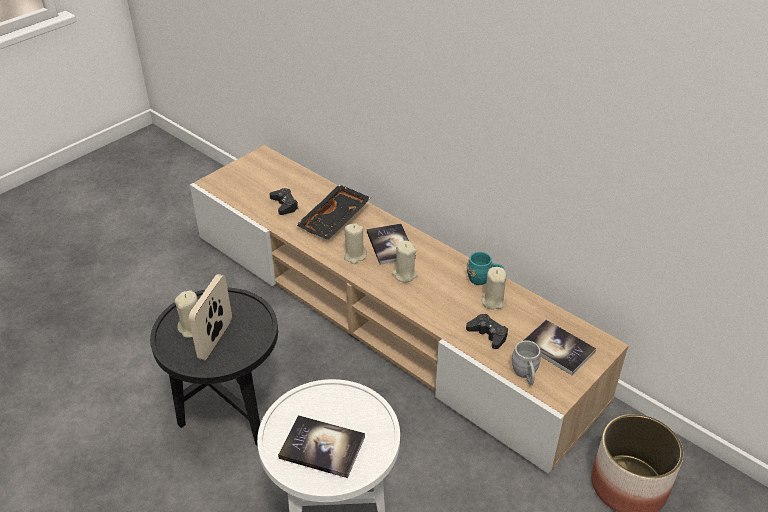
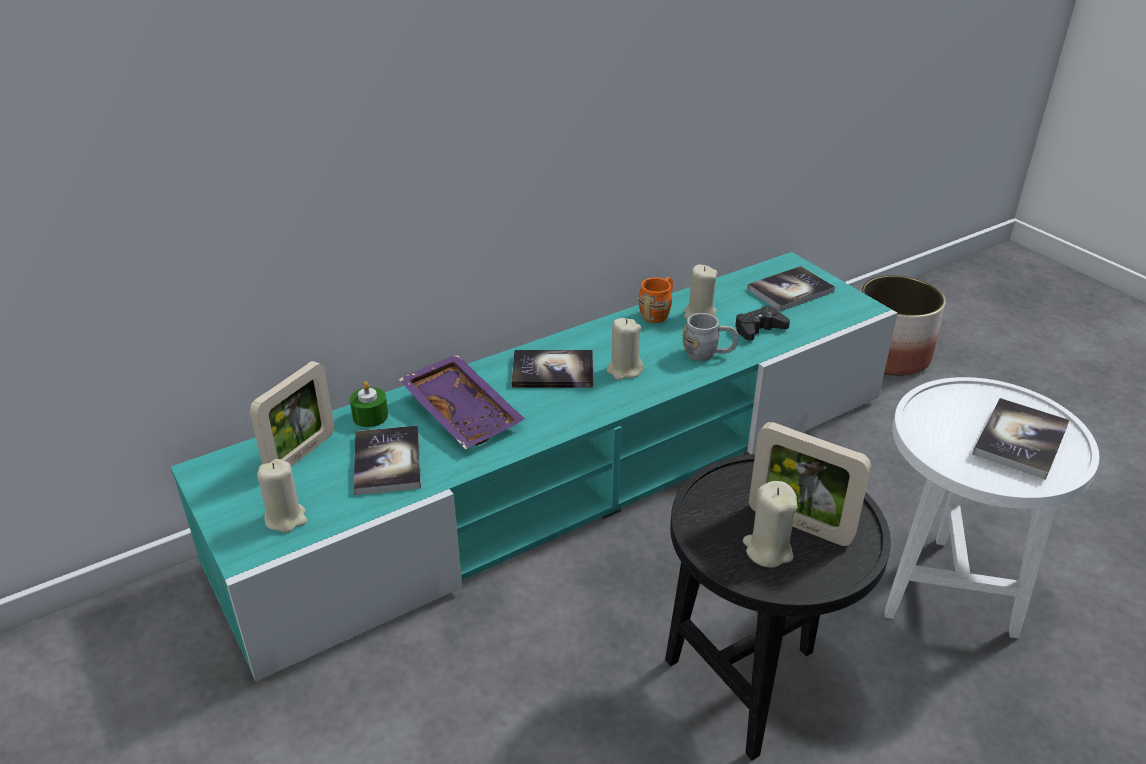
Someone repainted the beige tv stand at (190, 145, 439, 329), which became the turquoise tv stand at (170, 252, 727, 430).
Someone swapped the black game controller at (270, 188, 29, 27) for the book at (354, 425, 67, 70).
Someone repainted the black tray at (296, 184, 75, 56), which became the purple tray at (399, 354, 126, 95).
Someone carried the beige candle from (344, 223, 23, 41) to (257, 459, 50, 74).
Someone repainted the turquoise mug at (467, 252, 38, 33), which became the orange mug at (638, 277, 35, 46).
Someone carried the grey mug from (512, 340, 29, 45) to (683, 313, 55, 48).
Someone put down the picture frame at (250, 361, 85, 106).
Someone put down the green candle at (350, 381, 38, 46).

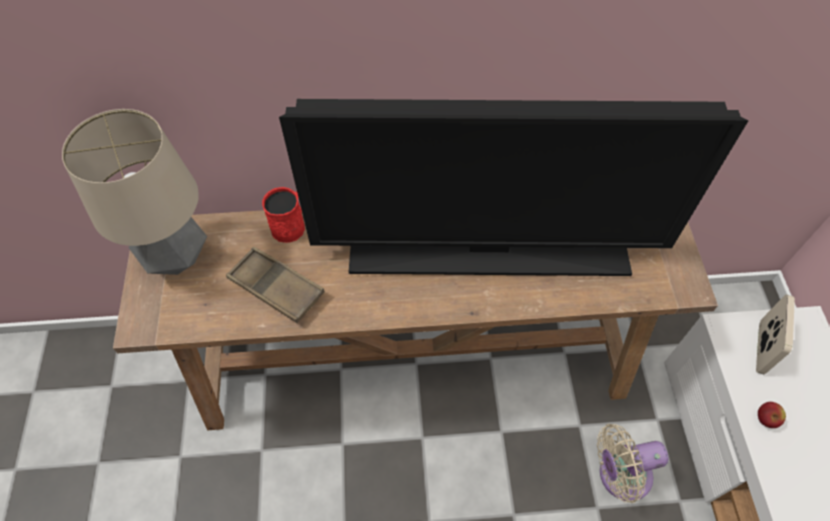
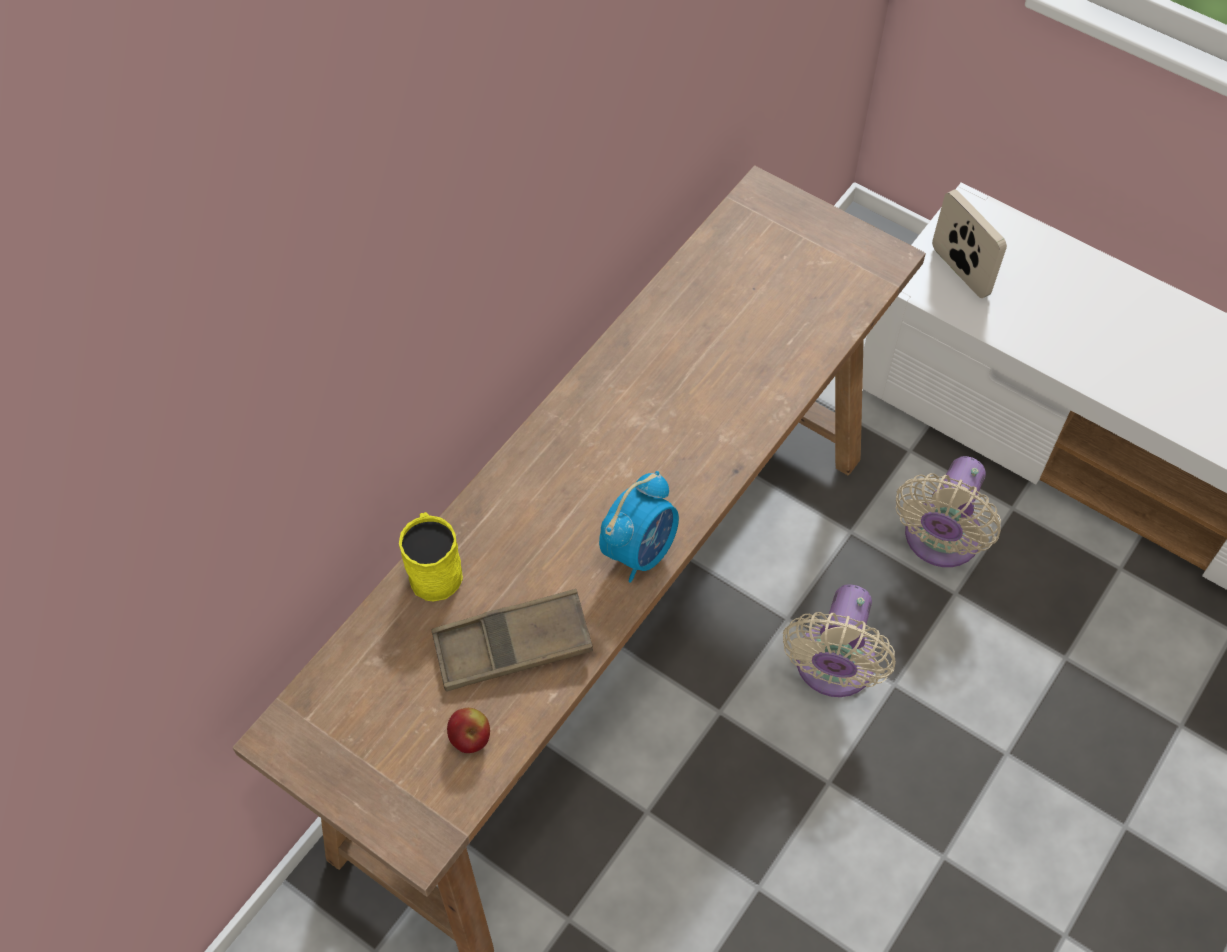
Someone took away the table lamp at (62, 109, 145, 166).
Someone repainted the red mug at (262, 187, 43, 56), which became the yellow mug at (399, 512, 64, 90).
Someone took away the television at (279, 99, 470, 177).
Someone carried the apple from (758, 402, 28, 26) to (447, 708, 43, 45).
Someone put down the alarm clock at (599, 471, 80, 112).
Someone put down the beige fan at (783, 585, 113, 112).

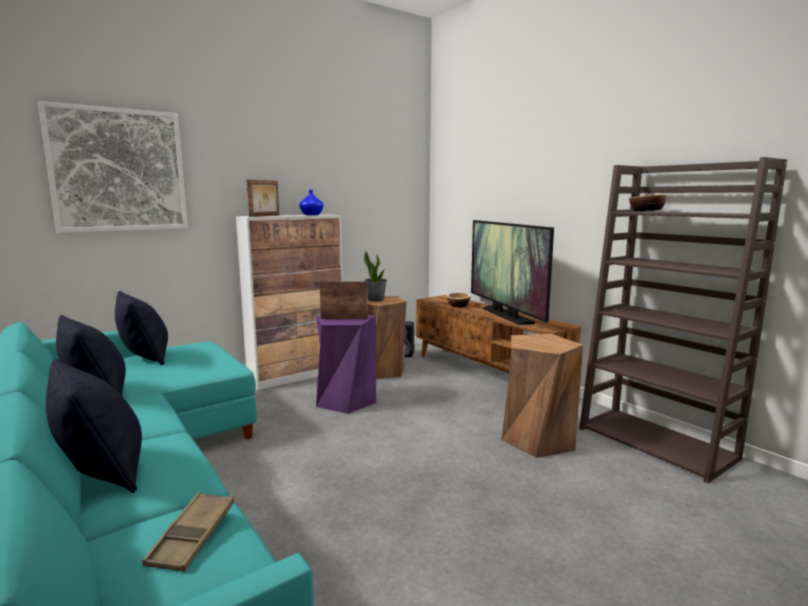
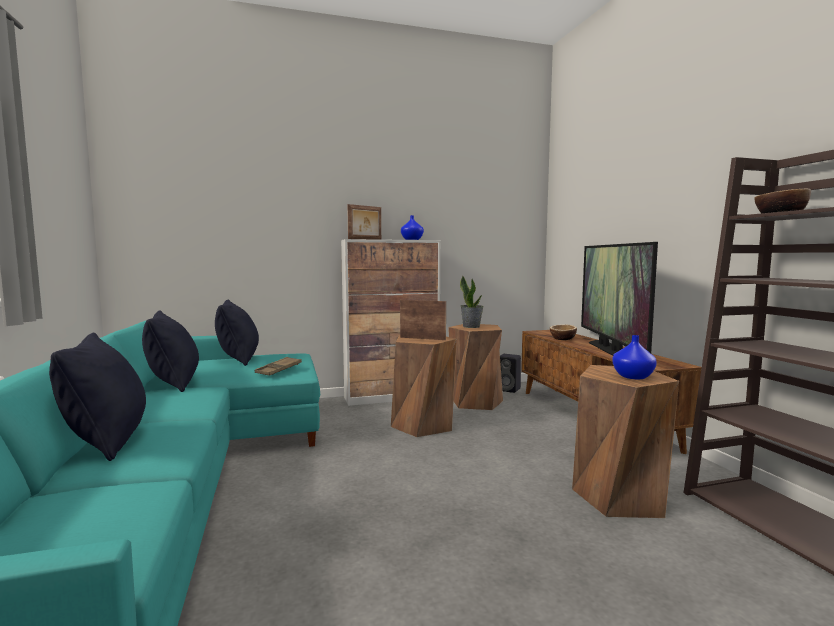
Someone took away the picture at (38, 101, 150, 132).
Someone carried the brown tray from (142, 492, 92, 80) to (255, 357, 47, 19).
Someone repainted the purple stool at (316, 315, 60, 99), which became the brown stool at (391, 335, 66, 102).
Someone put down the blue vase at (612, 335, 45, 44).

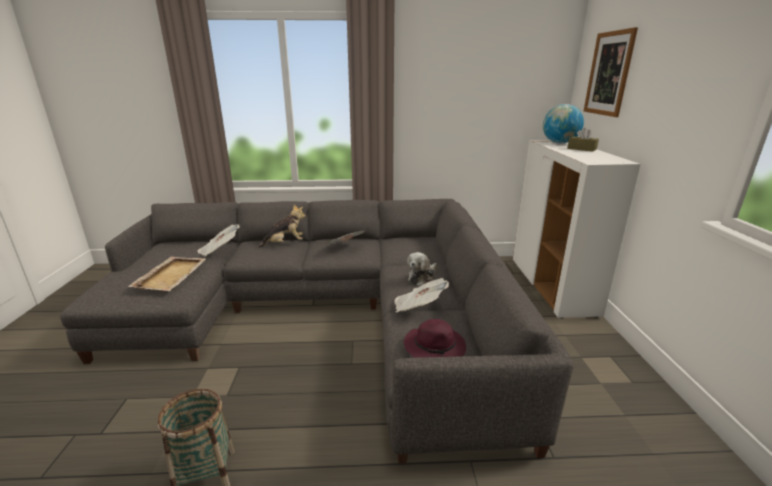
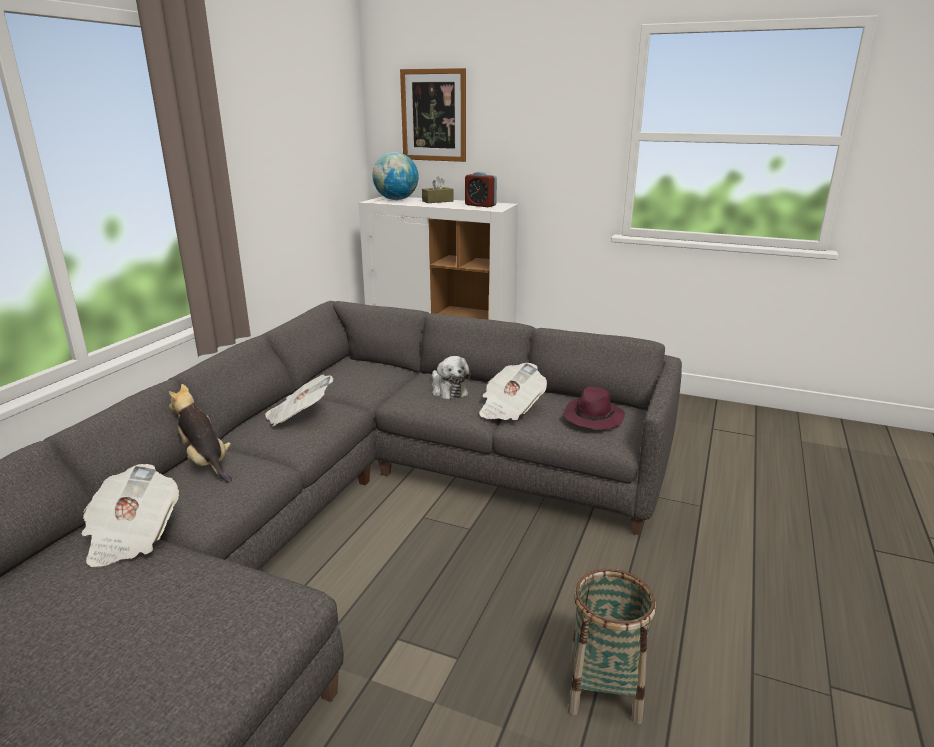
Someone took away the beige tray at (128, 256, 78, 35).
Someone rotated the plush toy at (258, 204, 47, 44) by 45 degrees counterclockwise.
Someone put down the alarm clock at (465, 172, 32, 35).

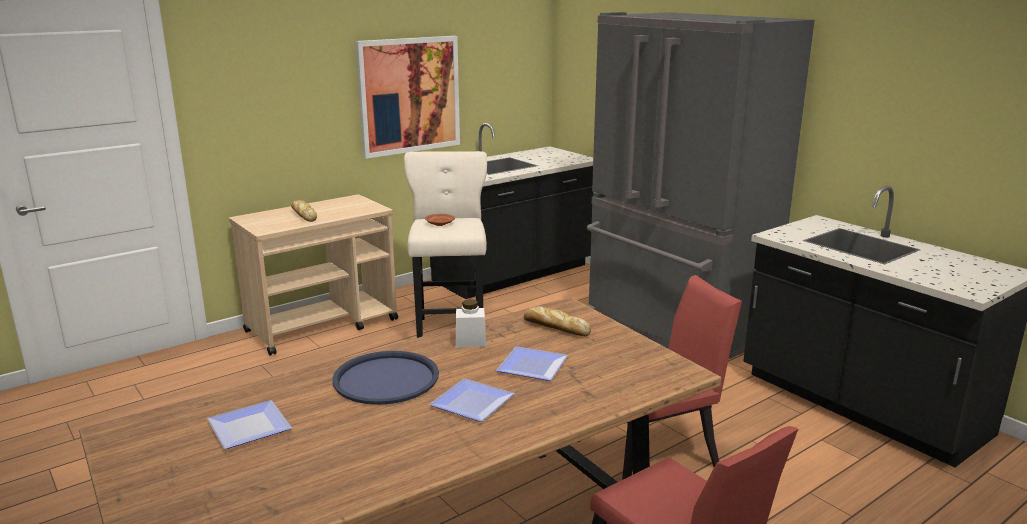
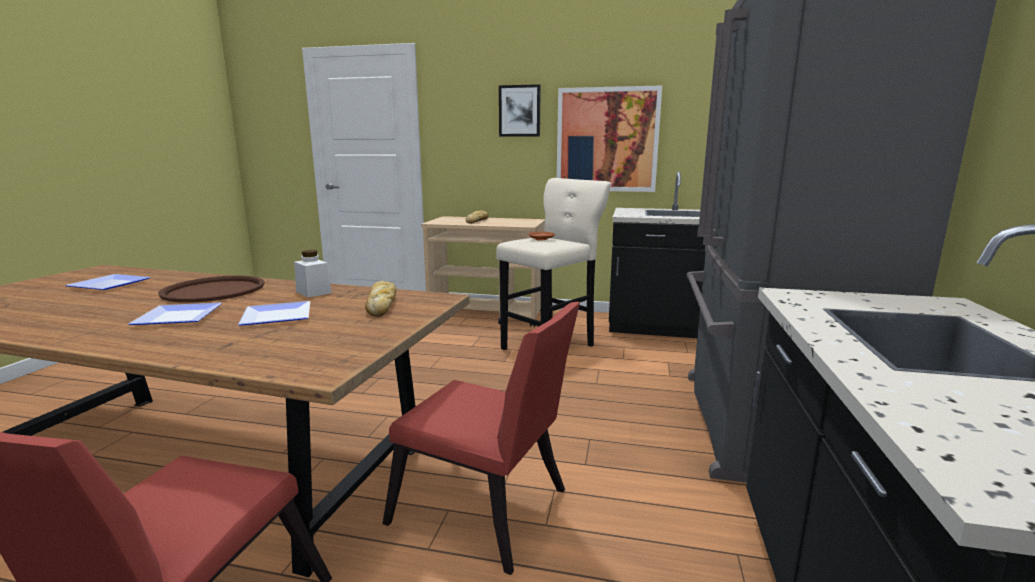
Someone repainted the blue tray at (332, 351, 107, 54), which became the brown tray at (158, 276, 107, 27).
Someone put up the picture at (499, 84, 42, 53).

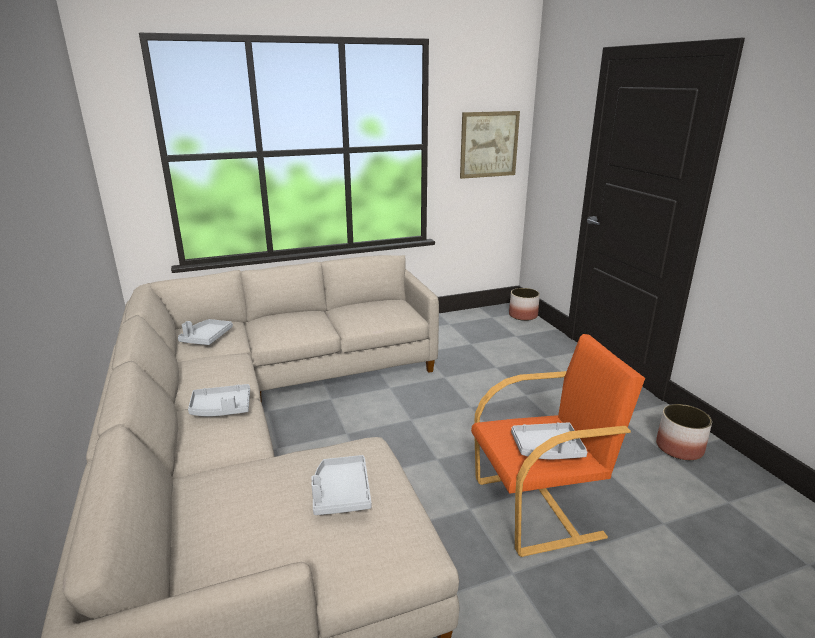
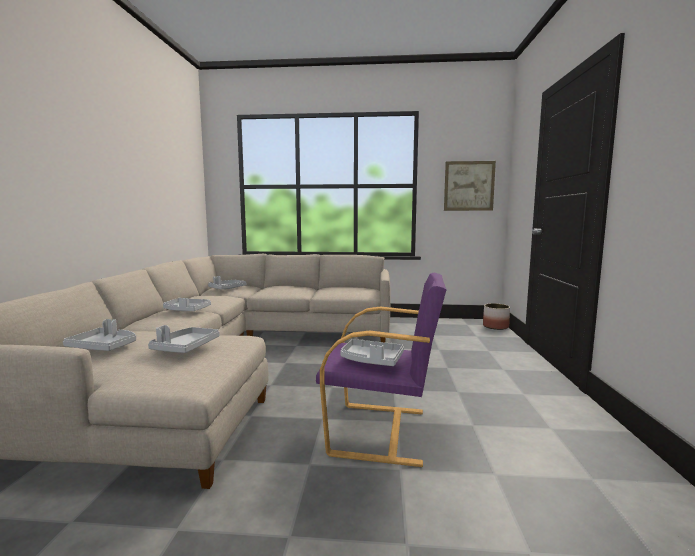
Someone repainted the orange armchair at (471, 334, 174, 223), which became the purple armchair at (316, 272, 131, 195).
Someone took away the planter at (656, 404, 56, 56).
Someone put down the grey tray at (63, 319, 73, 32).

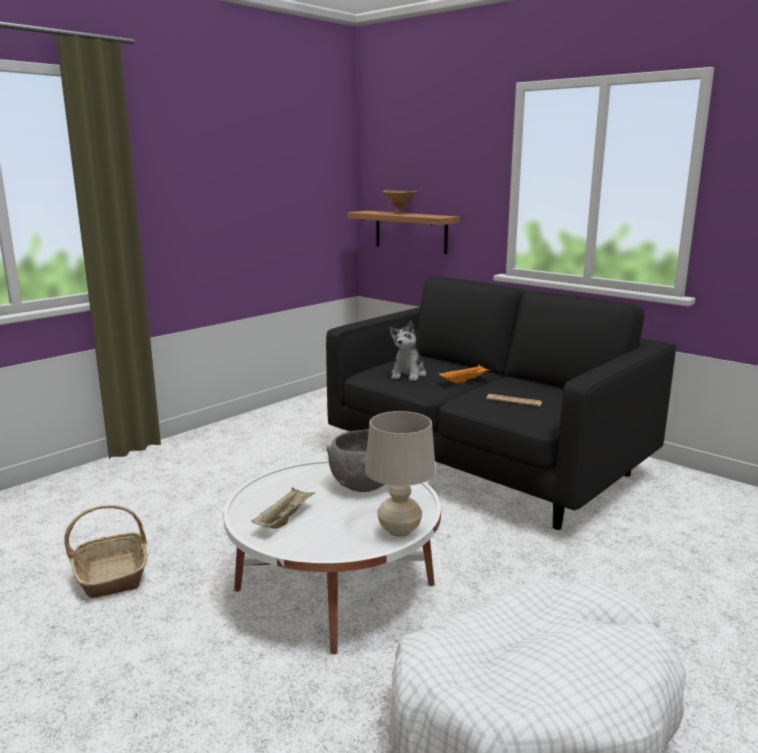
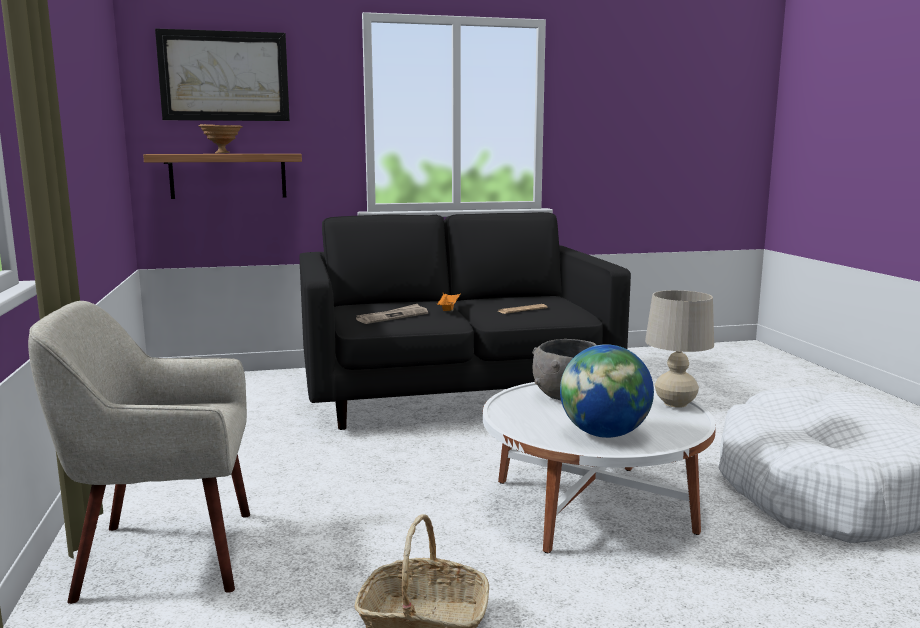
Someone swapped the beige tray at (251, 487, 64, 42) for the globe at (560, 344, 94, 94).
Someone swapped the plush toy at (390, 321, 36, 60) for the newspaper at (356, 304, 72, 20).
Someone put down the beige armchair at (28, 301, 222, 303).
Someone put up the picture at (155, 29, 135, 92).

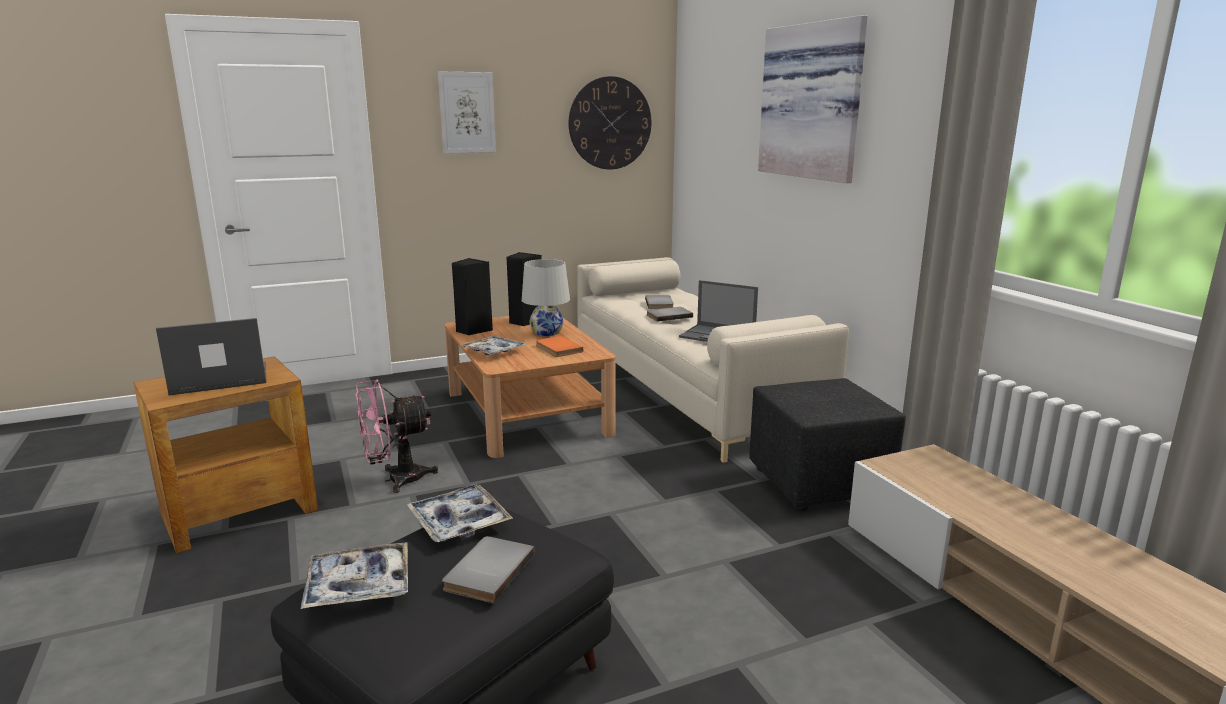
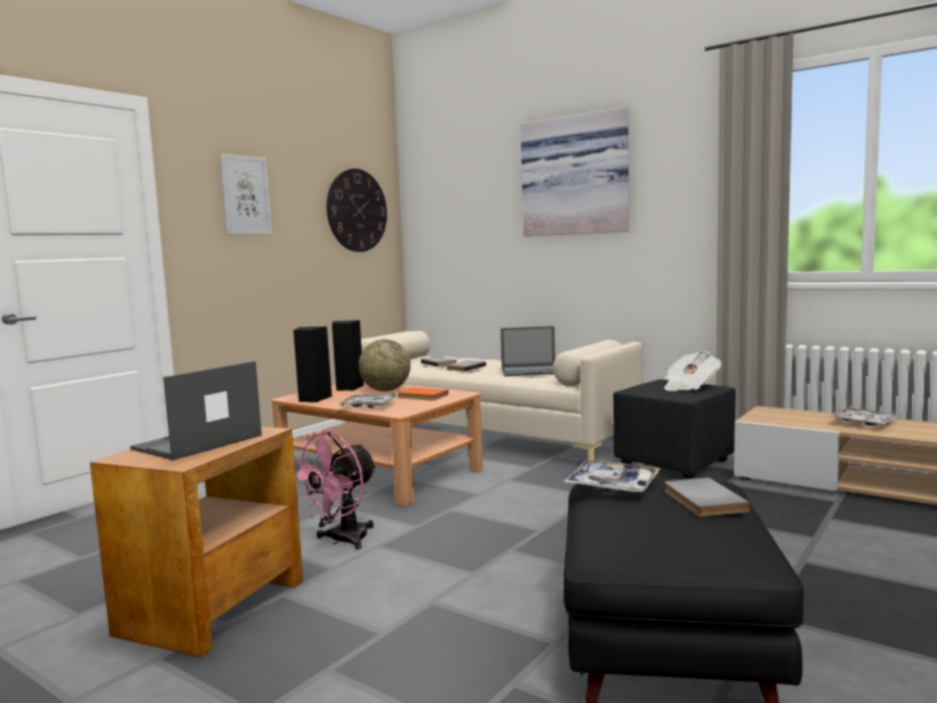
Someone carried the tray from (301, 542, 107, 67) to (831, 408, 68, 18).
Someone swapped the white table lamp at (522, 259, 48, 77) for the globe at (359, 339, 52, 52).
Someone put down the newspaper at (664, 351, 58, 40).

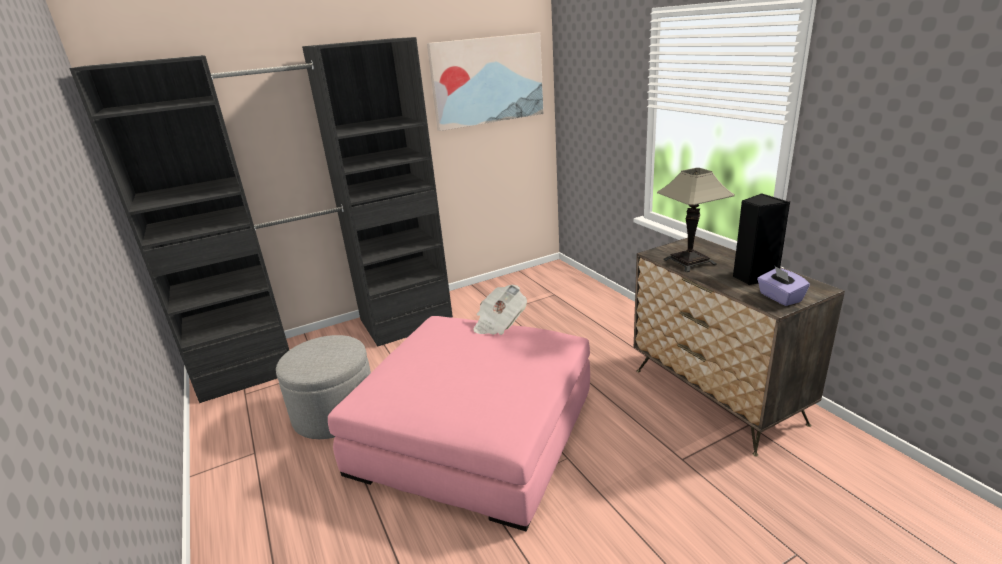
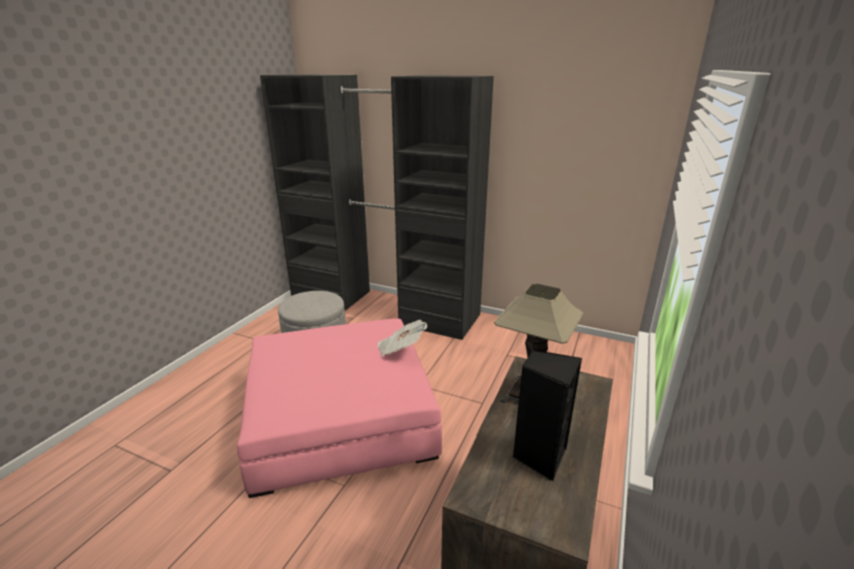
Someone took away the picture at (427, 33, 117, 98).
Someone took away the purple tissue box at (757, 266, 53, 40).

